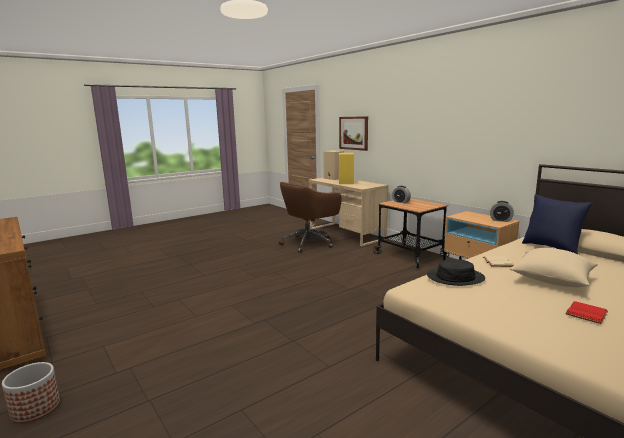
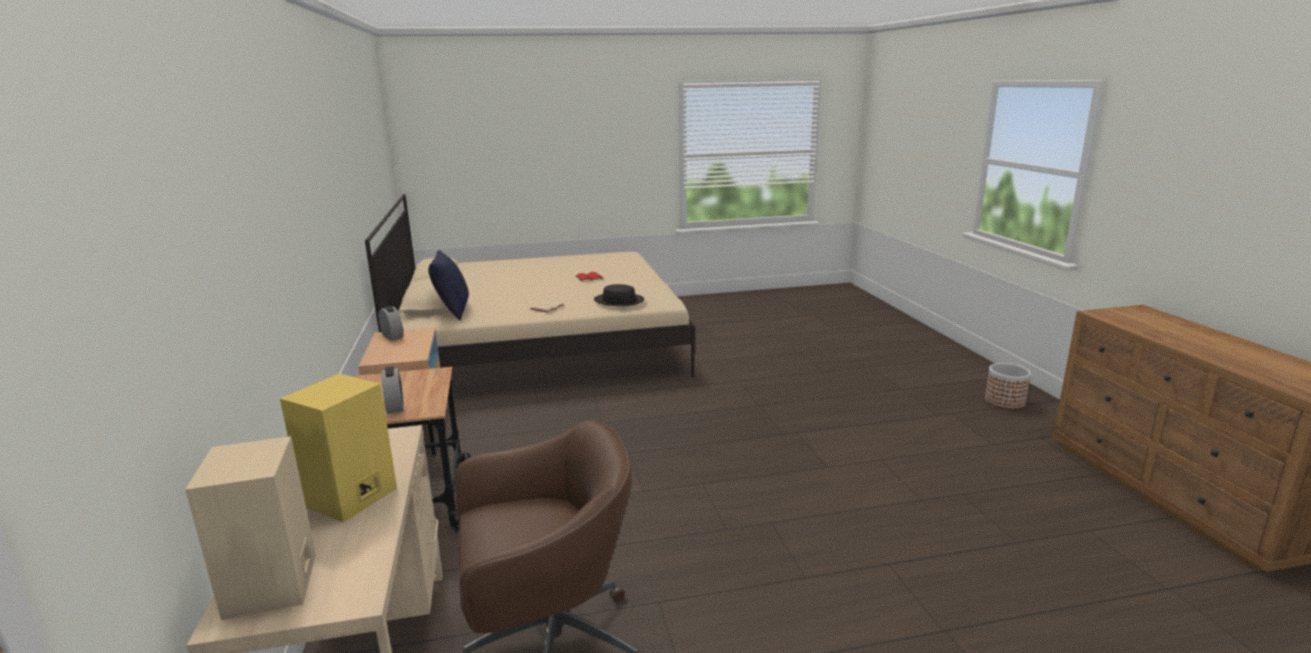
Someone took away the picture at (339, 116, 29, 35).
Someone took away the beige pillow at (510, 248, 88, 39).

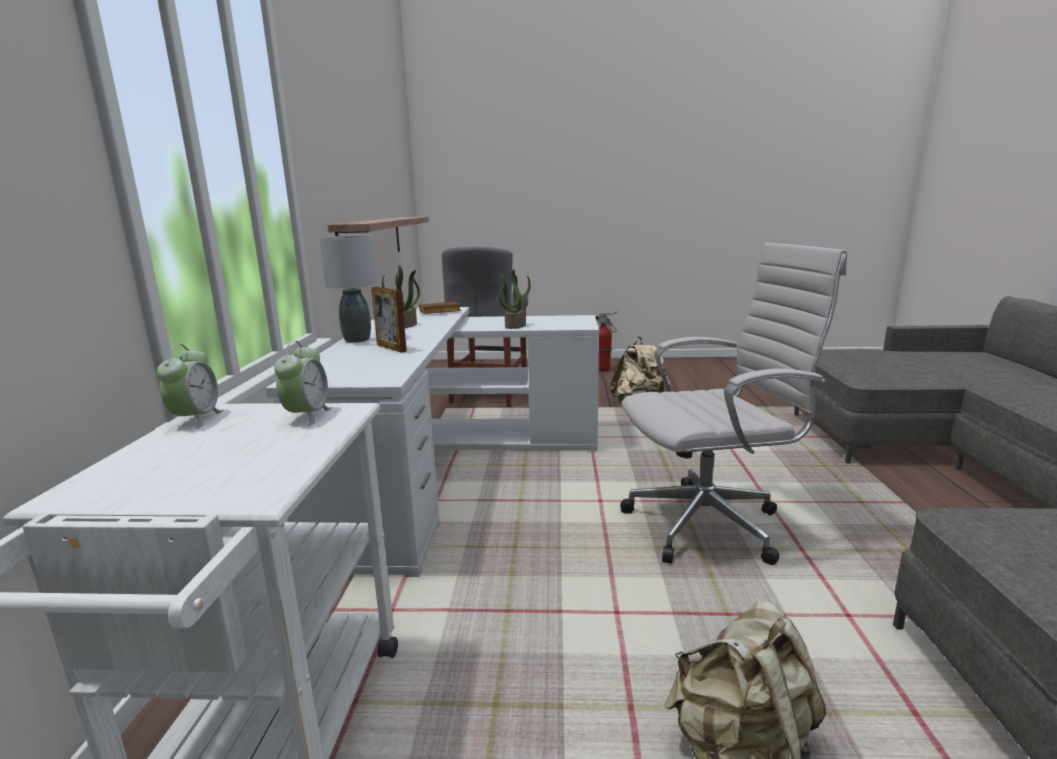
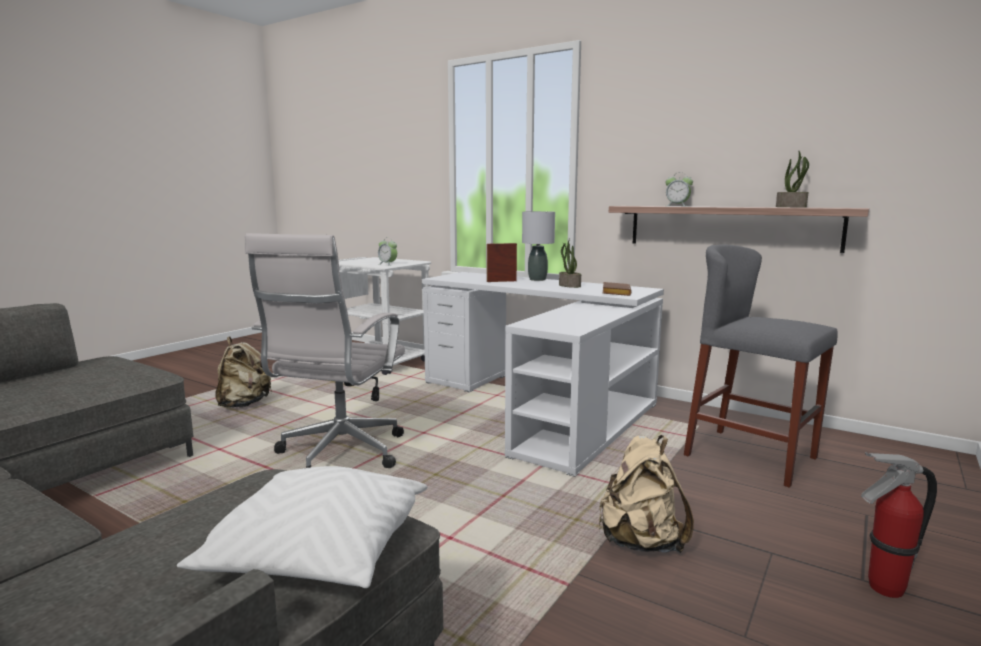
Someone carried the alarm clock from (157, 344, 67, 85) to (665, 172, 28, 34).
Someone carried the potted plant from (499, 270, 32, 59) to (776, 151, 33, 56).
Someone put down the white pillow at (176, 466, 252, 122).

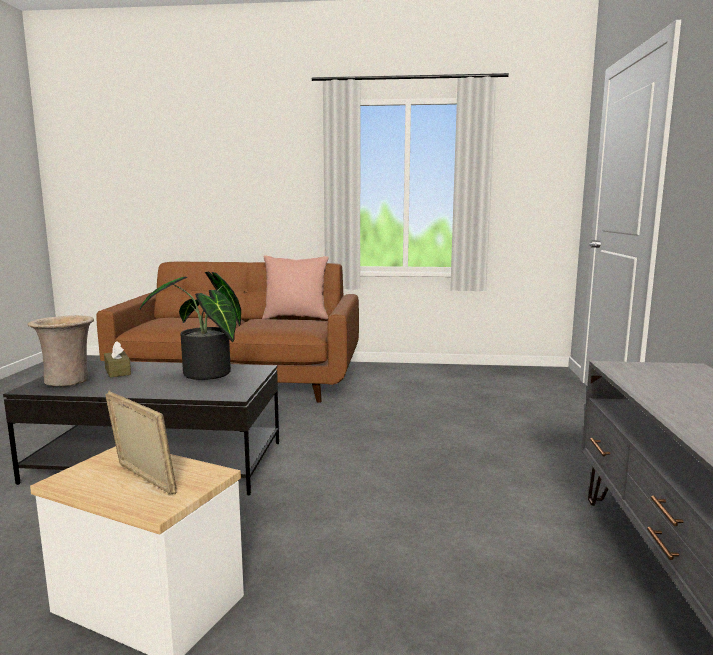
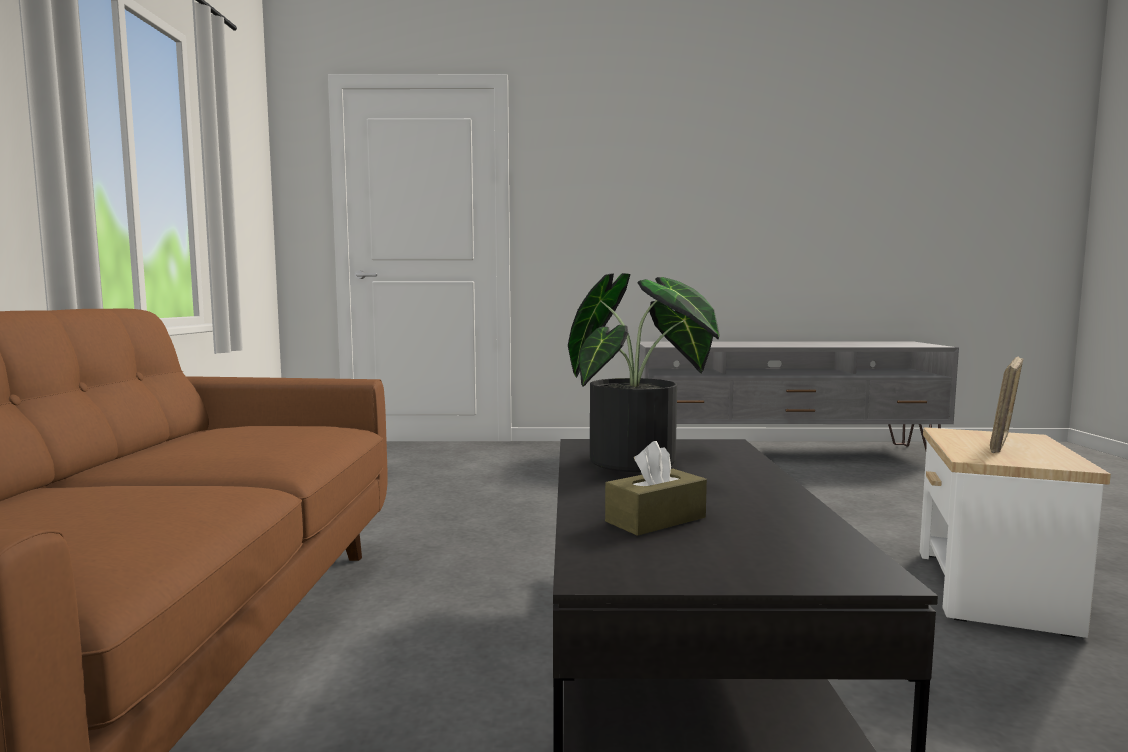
Someone took away the beige vase at (27, 315, 67, 71).
Someone took away the pink pillow at (262, 255, 67, 64).

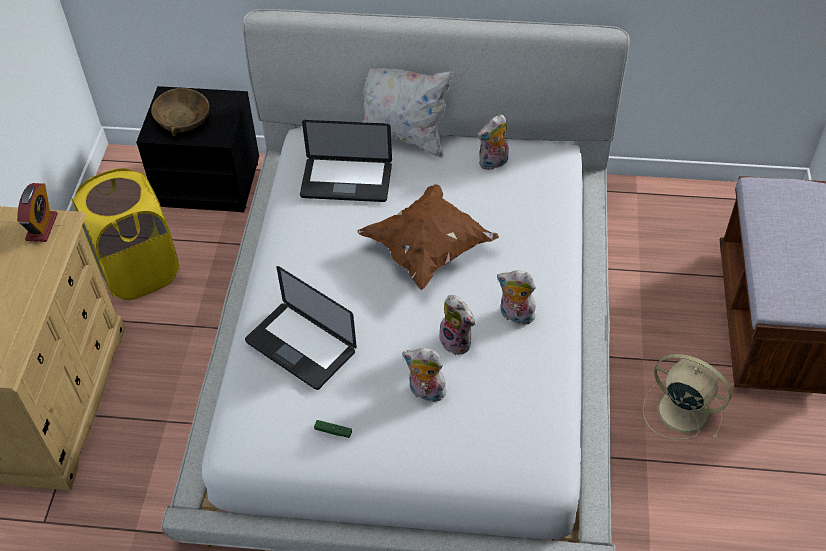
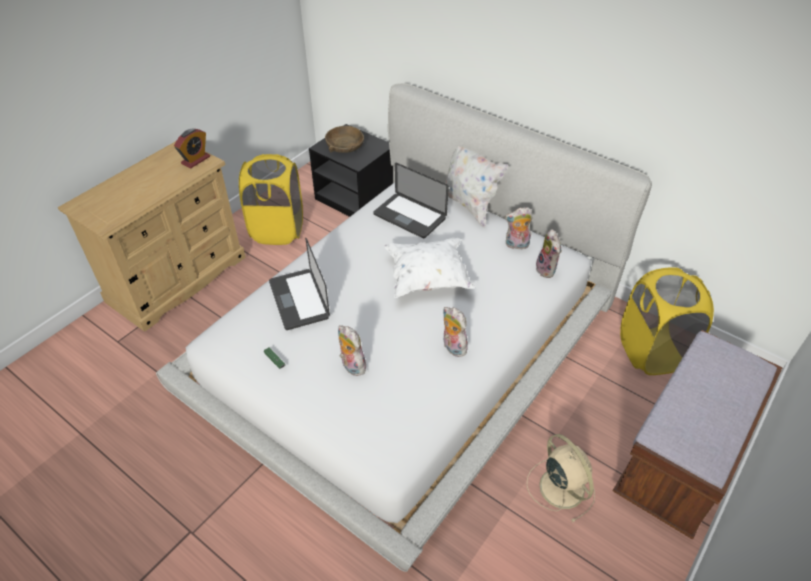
Someone repainted the brown pillow at (357, 184, 142, 106), which became the white pillow at (384, 238, 91, 60).
Someone carried the plush toy from (439, 295, 36, 60) to (536, 229, 26, 49).
Someone put down the yellow laundry basket at (620, 267, 94, 108).

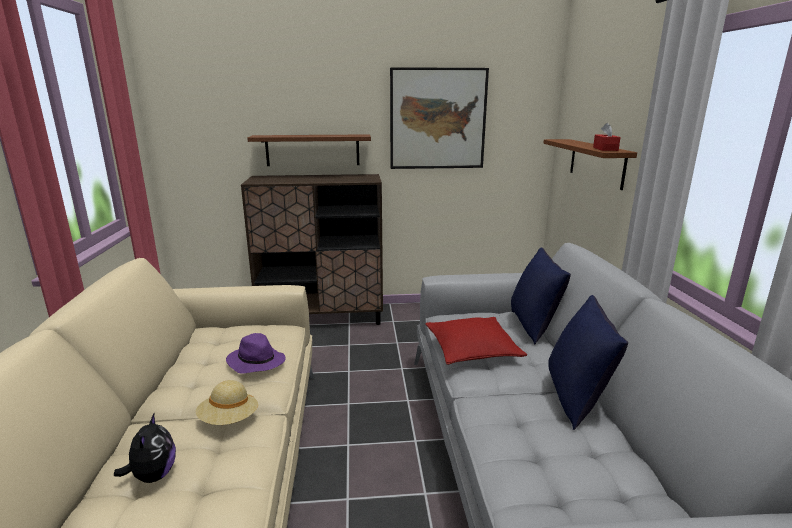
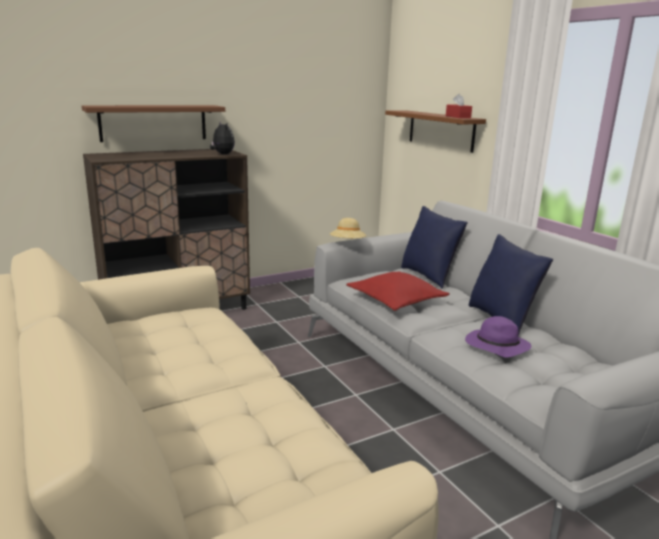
Someone carried the plush toy from (114, 414, 62, 69) to (210, 121, 25, 33).
Someone carried the beige hat from (196, 380, 62, 45) to (330, 218, 36, 21).
Someone carried the purple hat from (226, 333, 60, 41) to (465, 316, 66, 42).
Someone took away the picture at (390, 67, 99, 102).

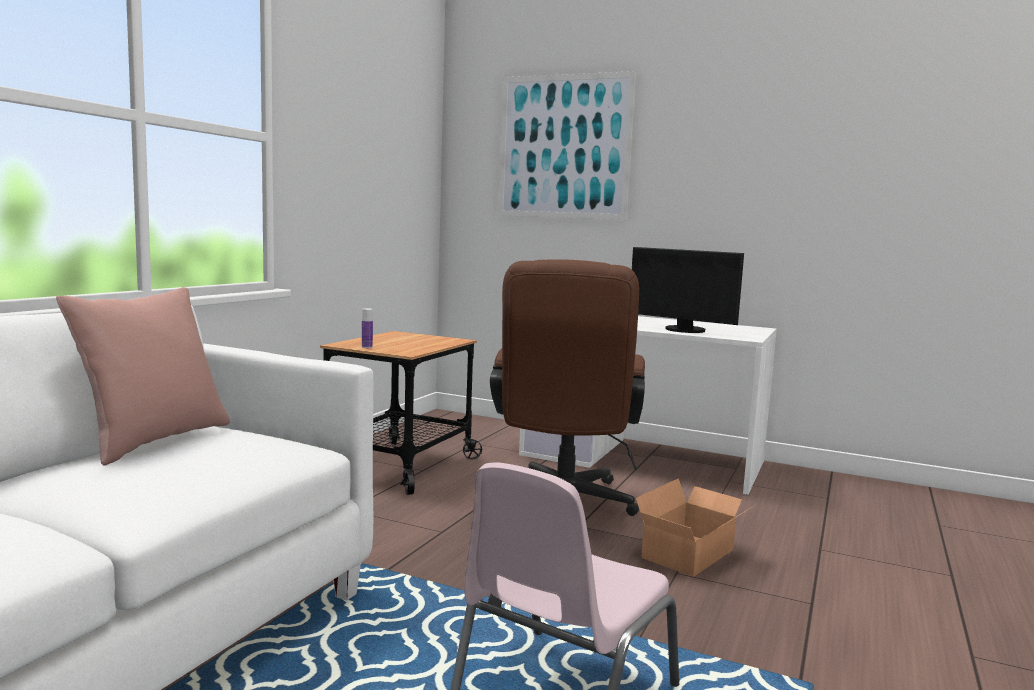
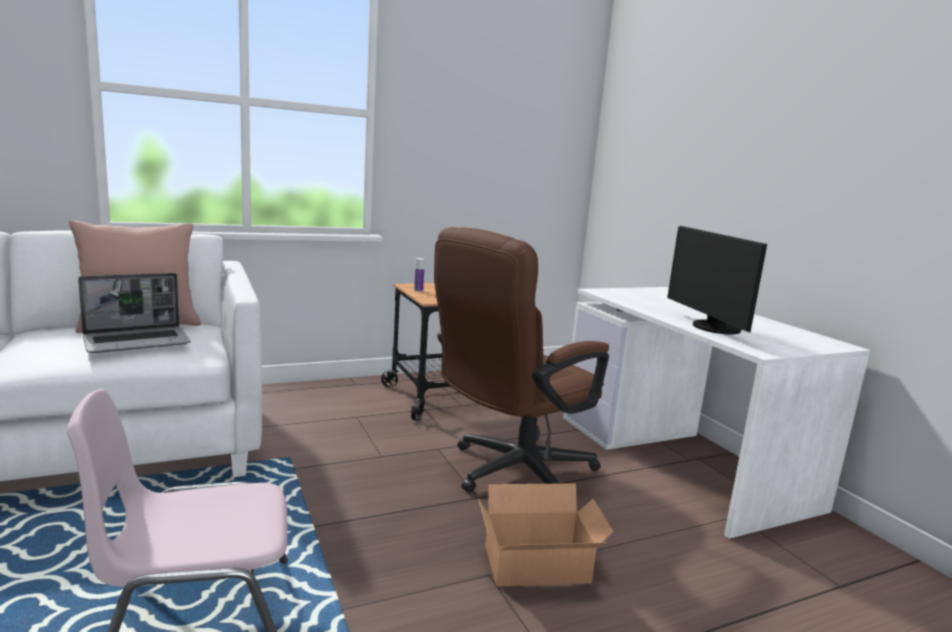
Someone took away the picture at (498, 71, 138, 149).
Someone put down the laptop at (78, 273, 112, 80).

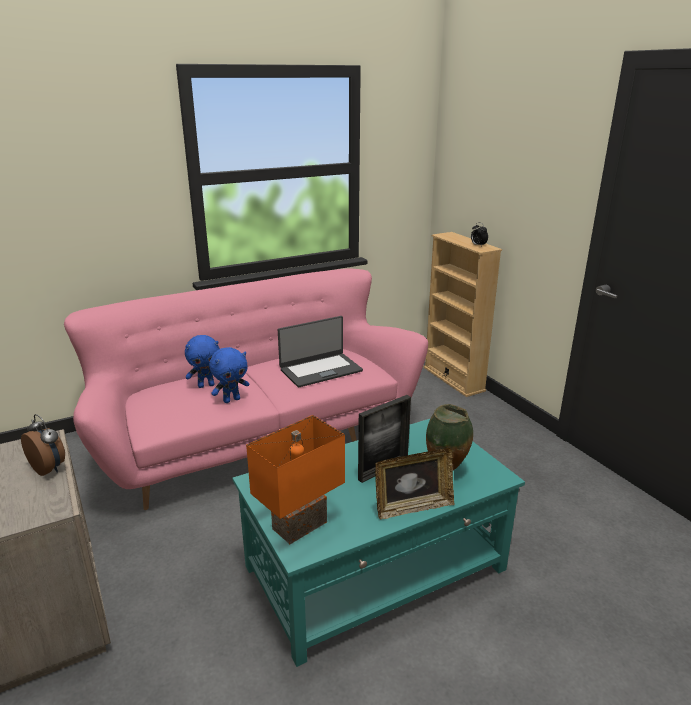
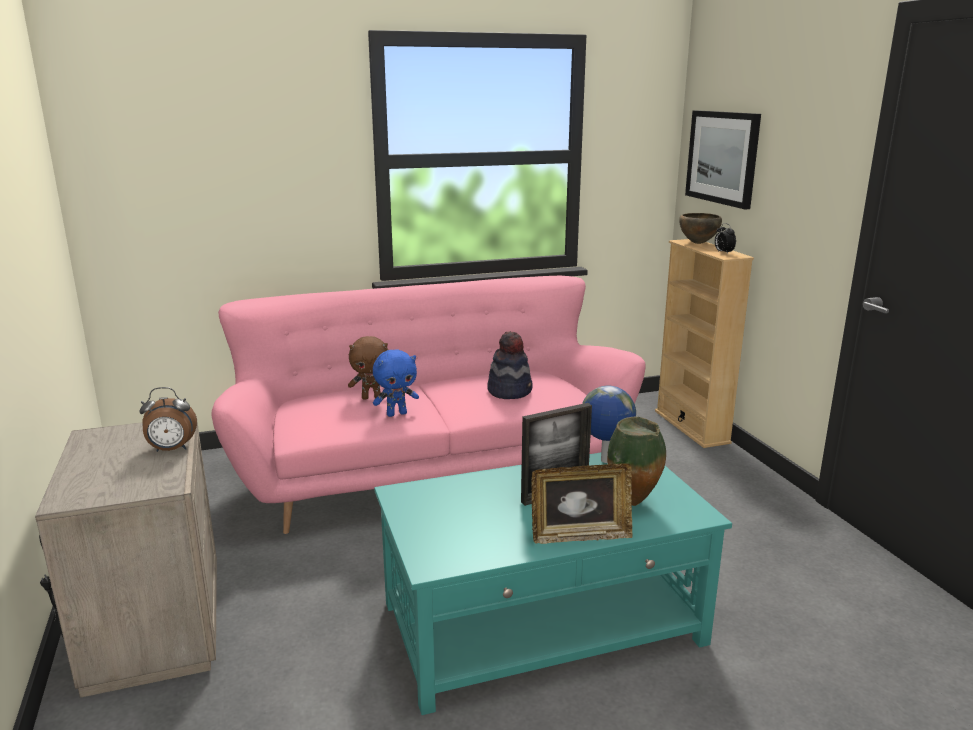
Someone rotated the alarm clock at (21, 414, 44, 62) by 120 degrees clockwise.
Someone repainted the blue plush toy at (185, 335, 35, 53), which became the brown plush toy at (348, 336, 40, 64).
Someone took away the orange table lamp at (246, 415, 99, 129).
Someone swapped the laptop at (278, 316, 85, 71) for the hat at (487, 331, 45, 68).
Someone put down the globe at (582, 386, 54, 77).
Someone put down the brown bowl at (679, 213, 43, 31).
Someone put up the picture at (685, 110, 76, 99).

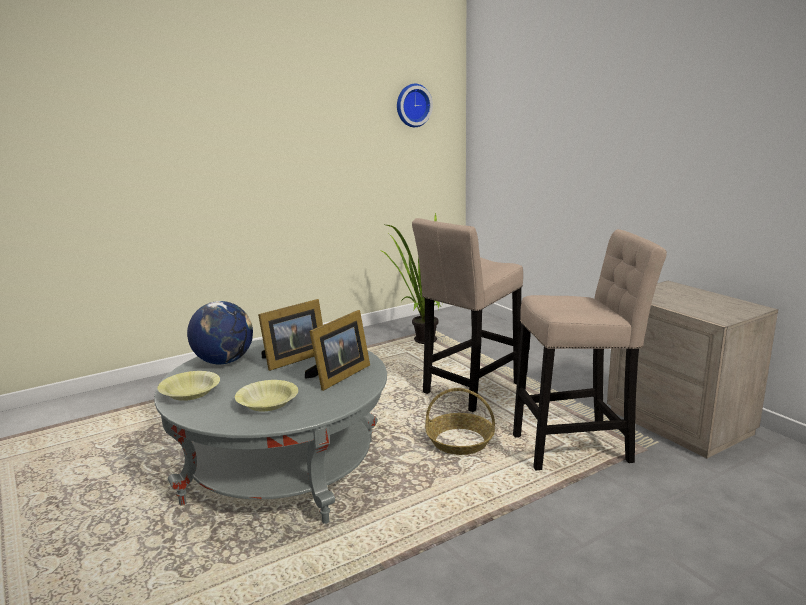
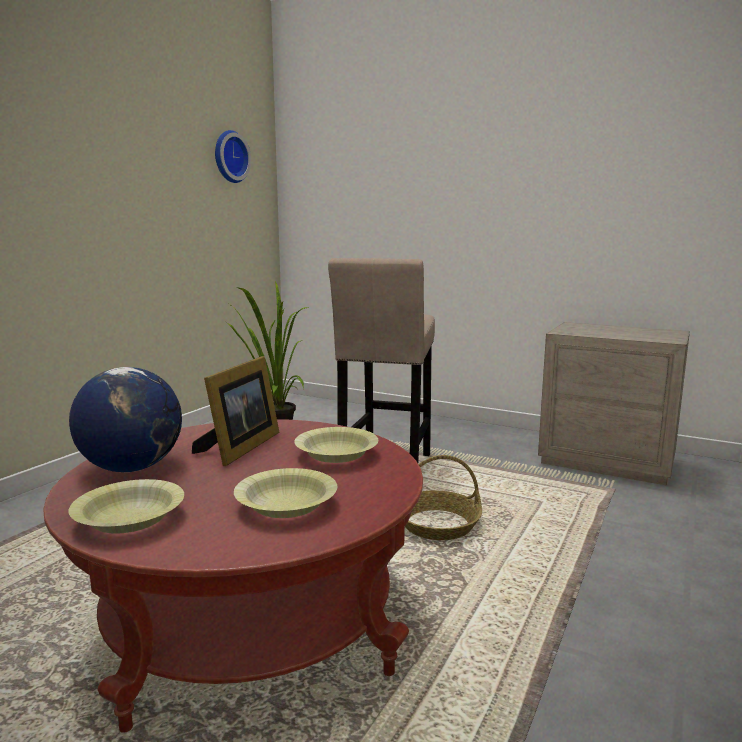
Someone repainted the grey coffee table at (154, 339, 233, 185), which became the red coffee table at (43, 419, 380, 314).
Someone swapped the picture frame at (305, 310, 65, 81) for the yellow bowl at (294, 427, 84, 36).
Someone took away the beige stool at (513, 229, 154, 242).

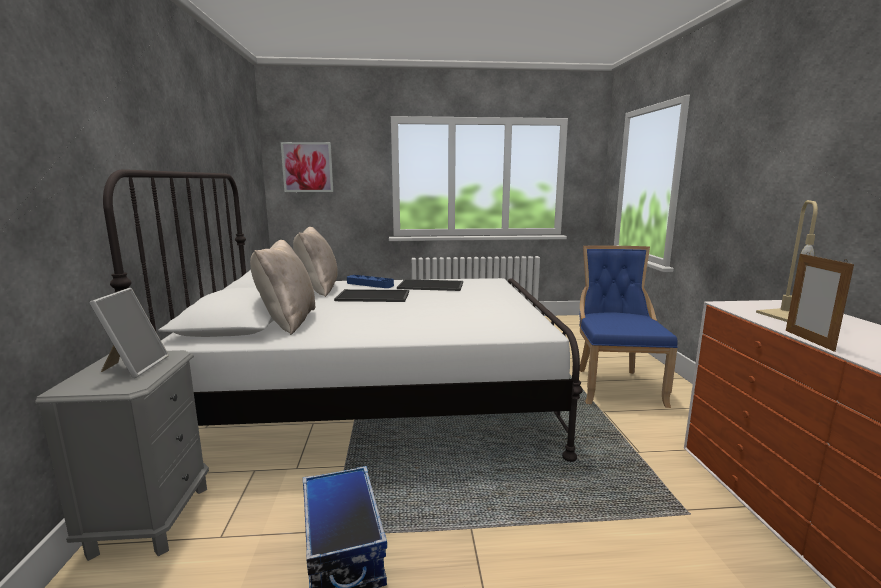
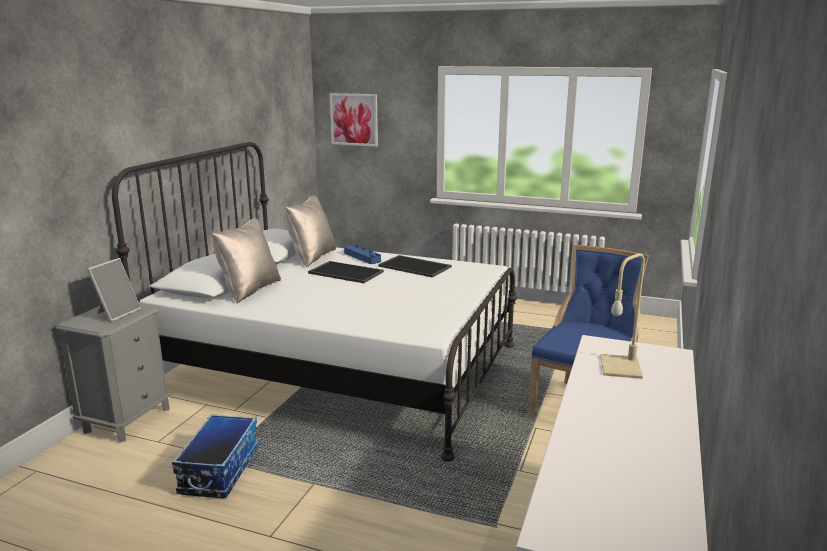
Someone took away the picture frame at (786, 252, 68, 100).

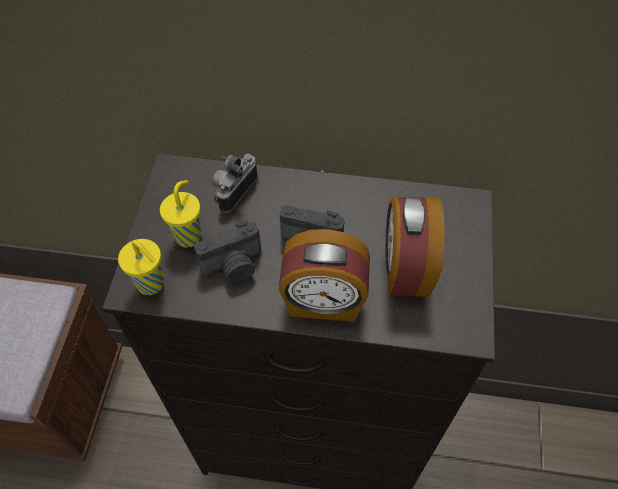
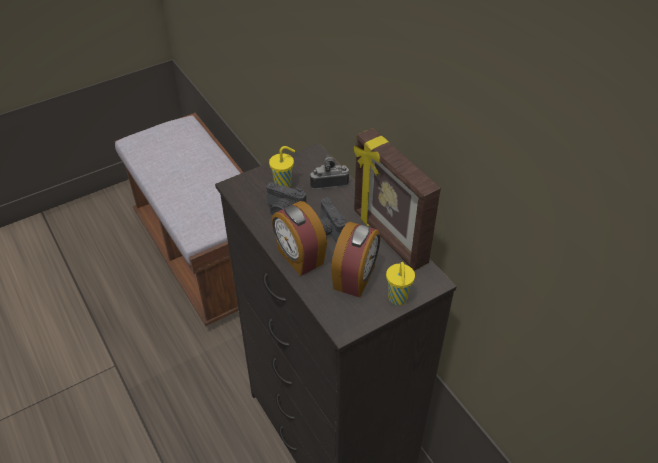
Someone carried the yellow cup from (118, 239, 46, 56) to (386, 262, 29, 43).
Someone rotated the alarm clock at (385, 197, 60, 100) by 150 degrees clockwise.
Someone put down the picture frame at (354, 128, 87, 143).

